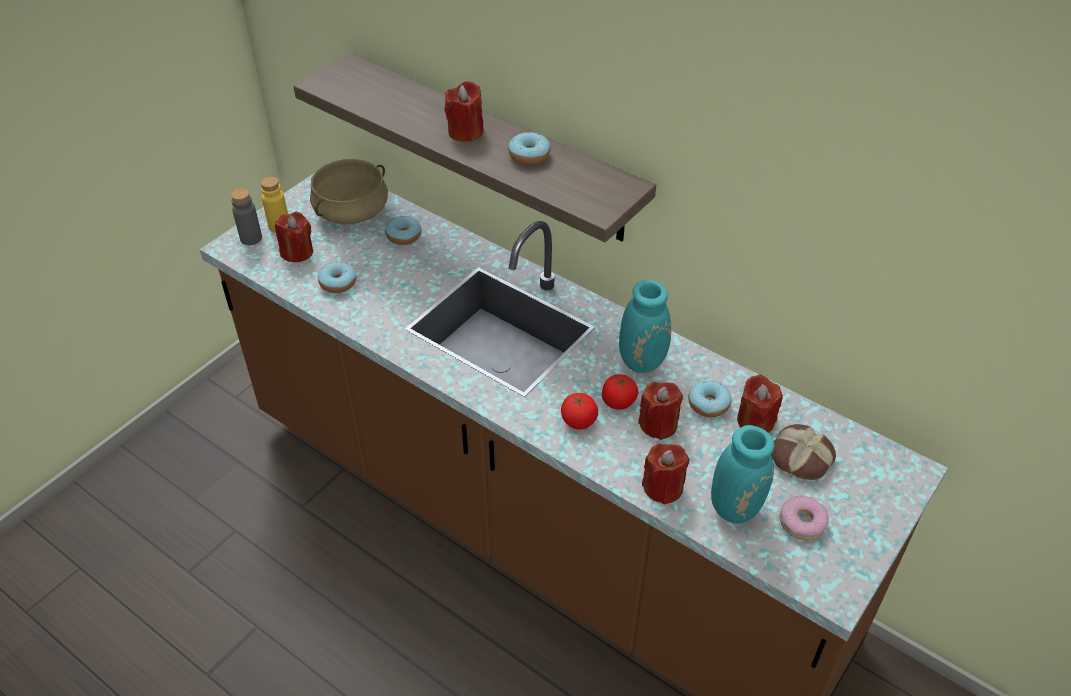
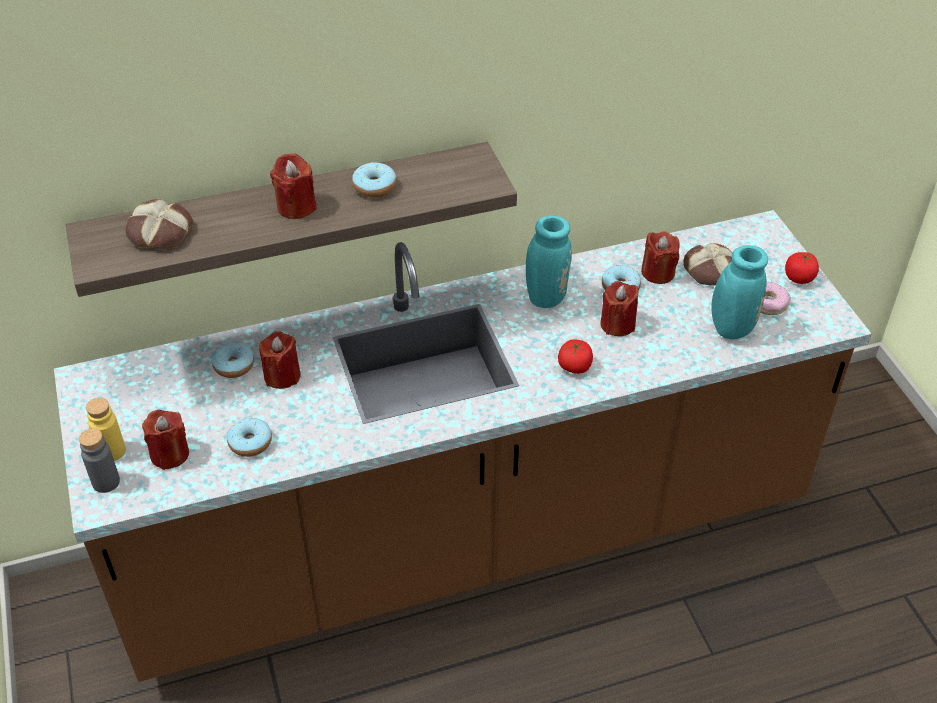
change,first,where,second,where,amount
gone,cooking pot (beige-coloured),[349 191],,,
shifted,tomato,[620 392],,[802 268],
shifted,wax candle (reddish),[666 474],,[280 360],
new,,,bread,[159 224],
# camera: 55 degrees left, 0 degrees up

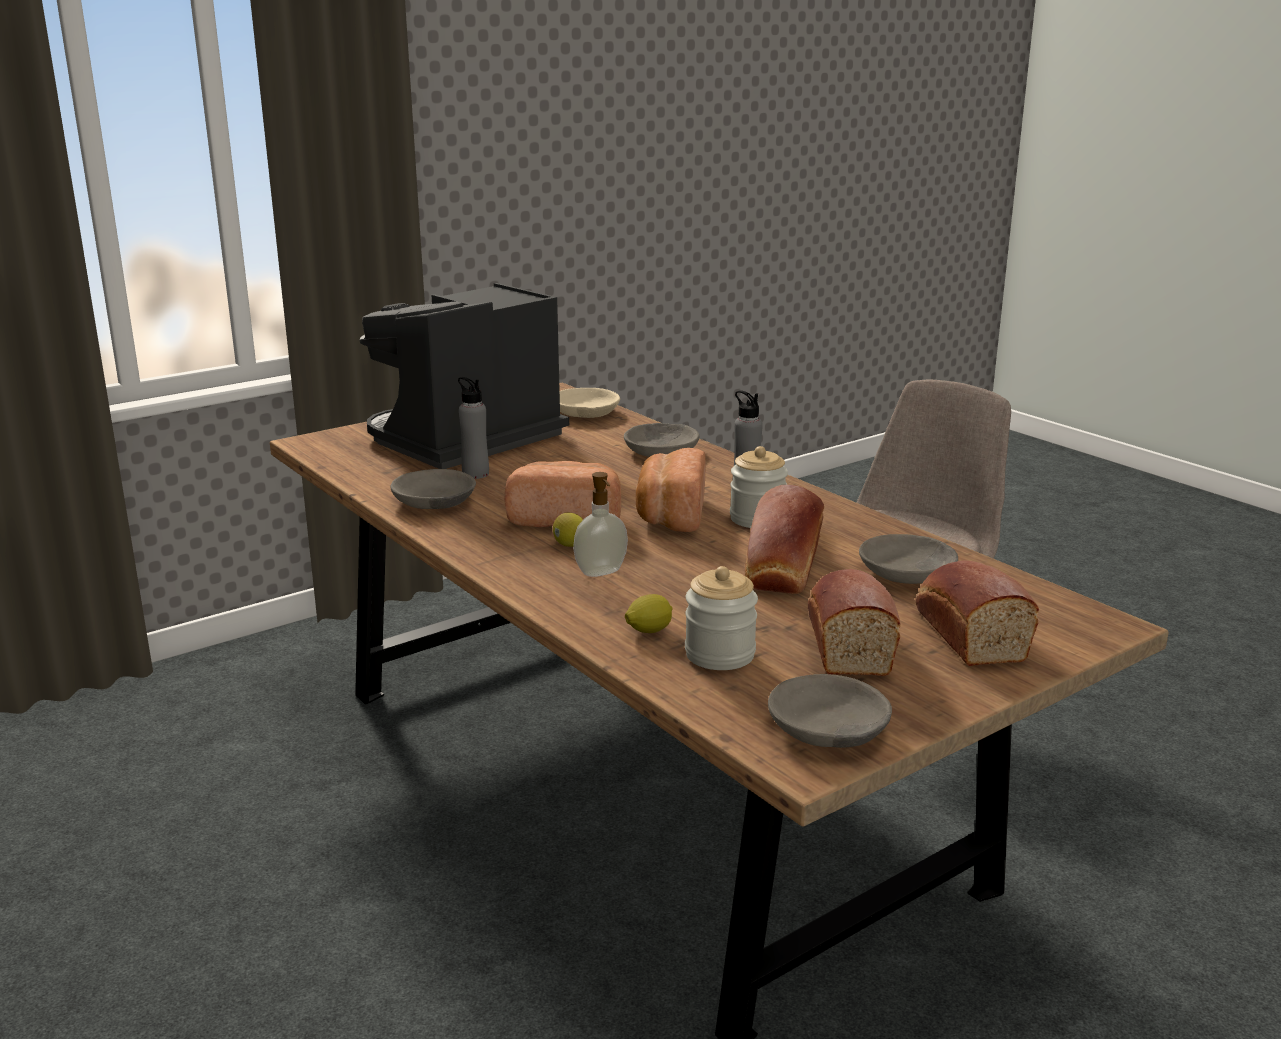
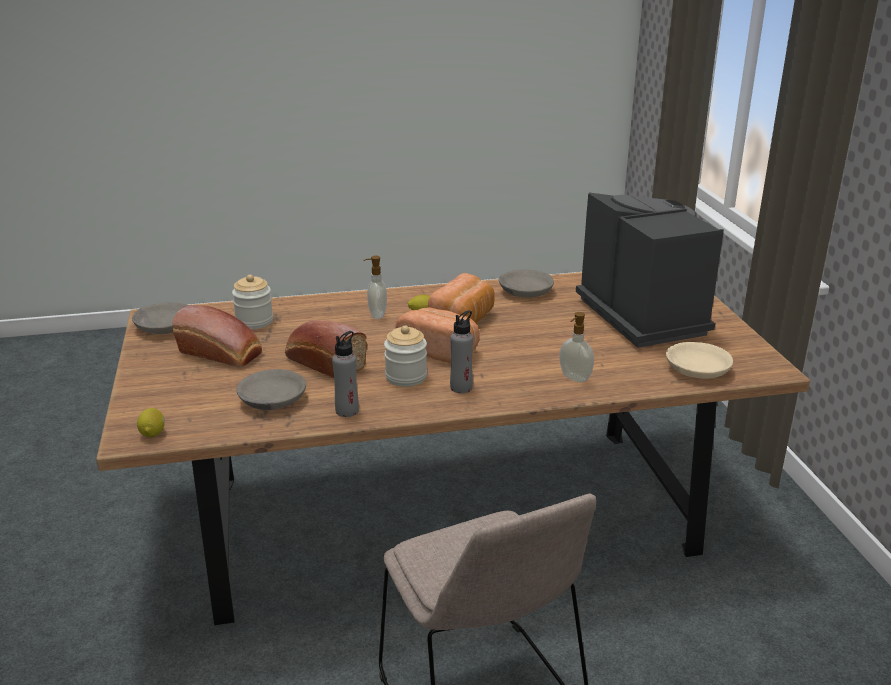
change,first,where,second,where,amount
shifted,beverage bottle (grey),[473 428],,[345 374],
swapped,bowl (grey),[661 440],soap bottle,[576 347],
gone,bread,[977 613],,,
shifted,citrus fruit,[648 613],,[151 422],
# camera: 115 degrees right, 5 degrees up

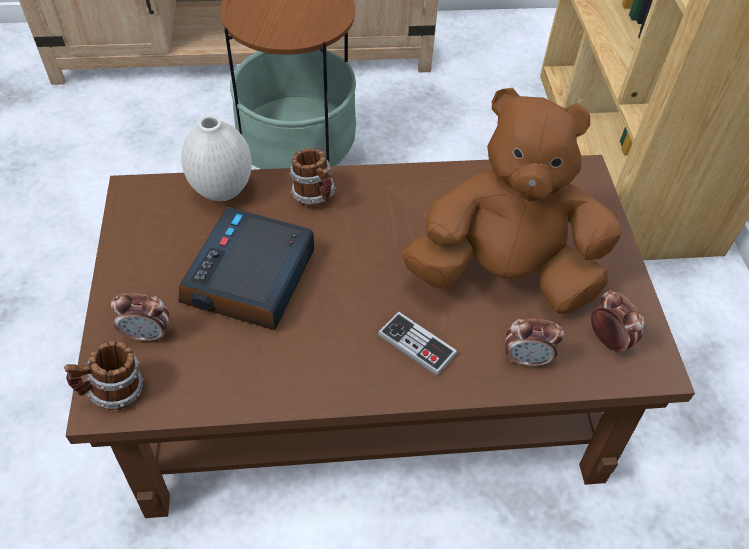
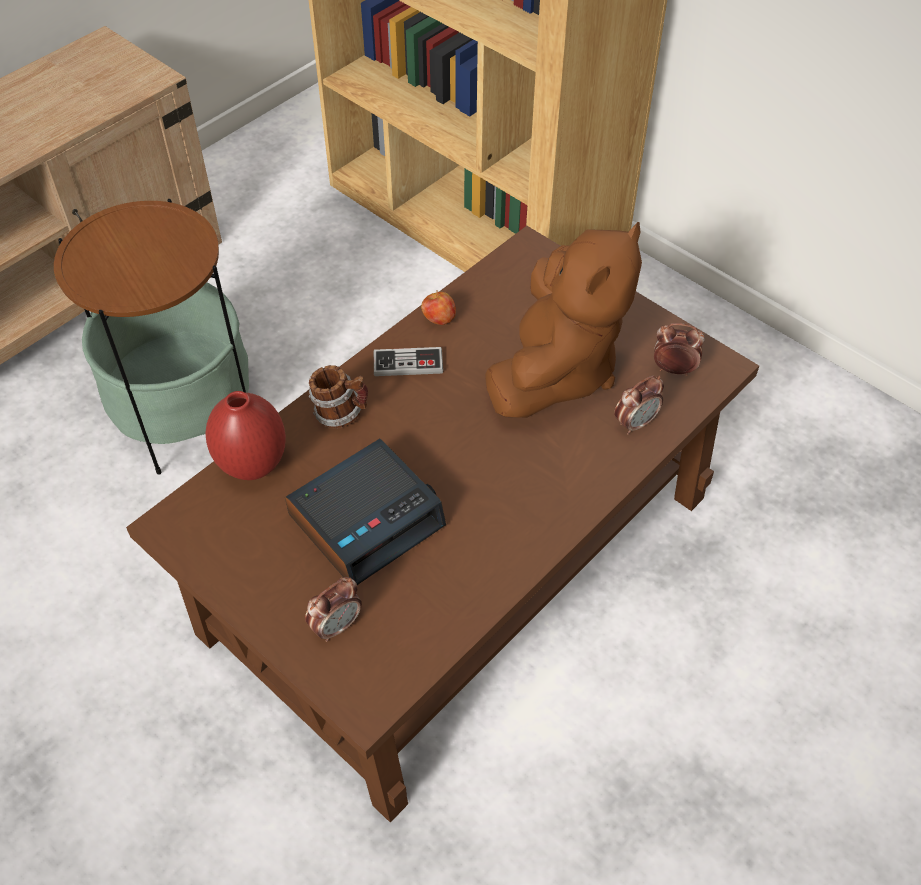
change,first,where,second,where,amount
rotated,cuddly toy (brown-coloured),[511 201],,[563 320],150 degrees clockwise
repainted,vase (white-coloured),[216 158],vase (reddish),[245 435],
rotated,alarm clock,[246 268],,[365 512],105 degrees counterclockwise
shifted,gamepad,[417 343],,[408 361],
gone,coffee mug,[104 375],,,
new,,,whole apple,[438 307],
# camera: 40 degrees left, 0 degrees up

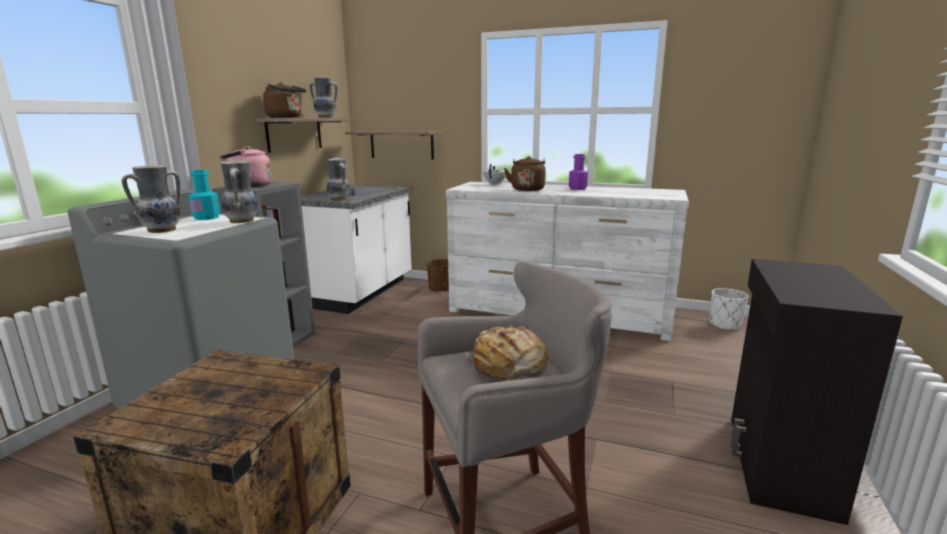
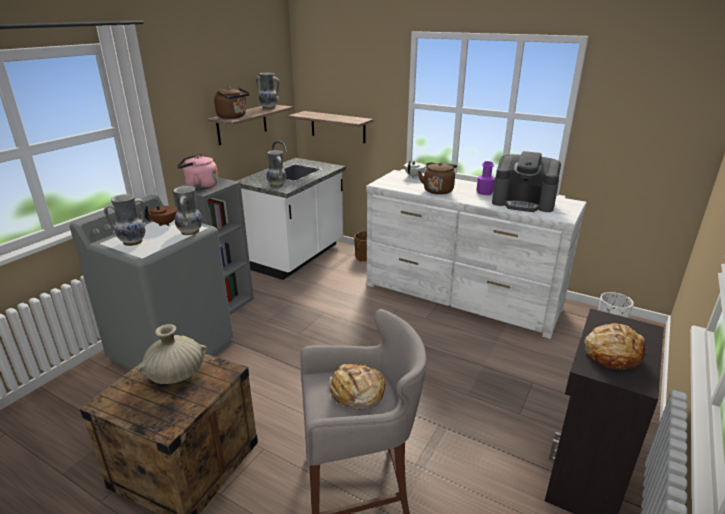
change,first,where,second,where,amount
swapped,beverage bottle (blue-green),[204 195],teapot (brown-coloured),[161 215],
new,,,coffee maker,[526 181],
new,,,bread,[614 346],
new,,,vase (beige-coloured),[172 354],
# camera: 10 degrees right, 10 degrees up

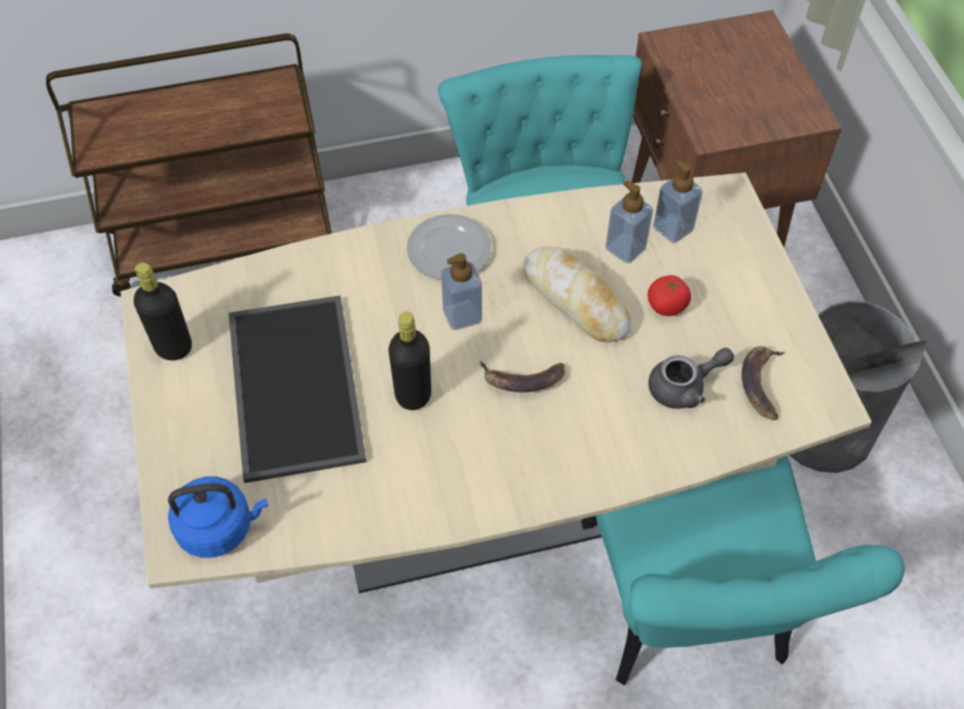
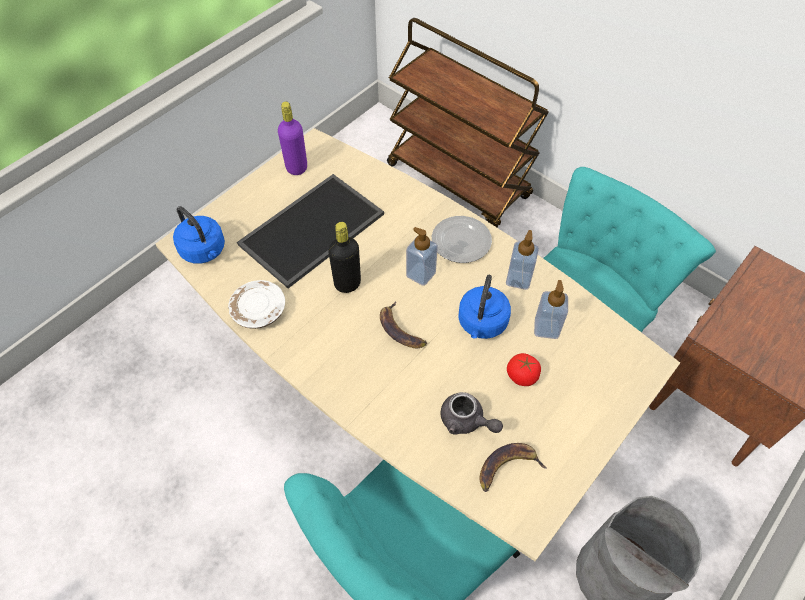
change,first,where,second,where,amount
shifted,soap bottle,[678 201],,[522 260],
swapped,bread,[577 294],tea kettle (blue-coloured),[484 307],
repainted,beverage bottle (black-coloured),[163 311],beverage bottle (purple-coloured),[292 138],
new,,,plate (white-coloured),[256 304],
# camera: 55 degrees right, 0 degrees up

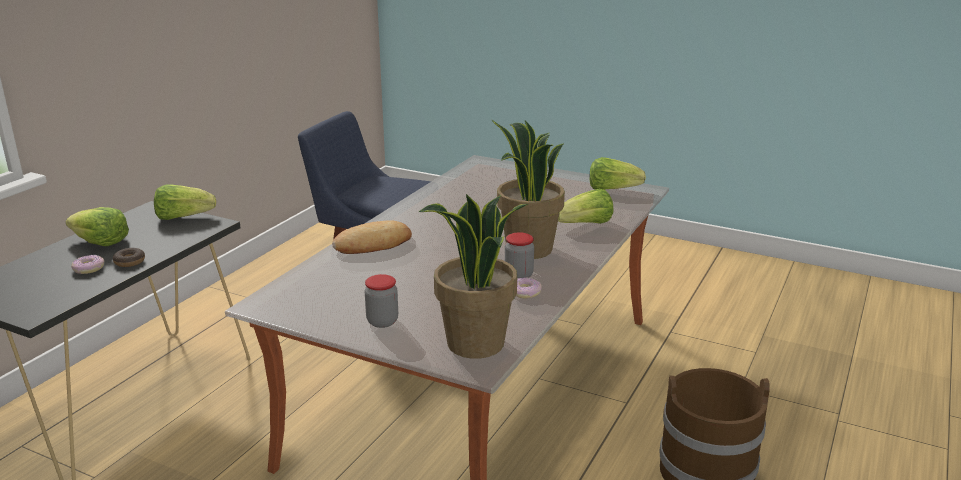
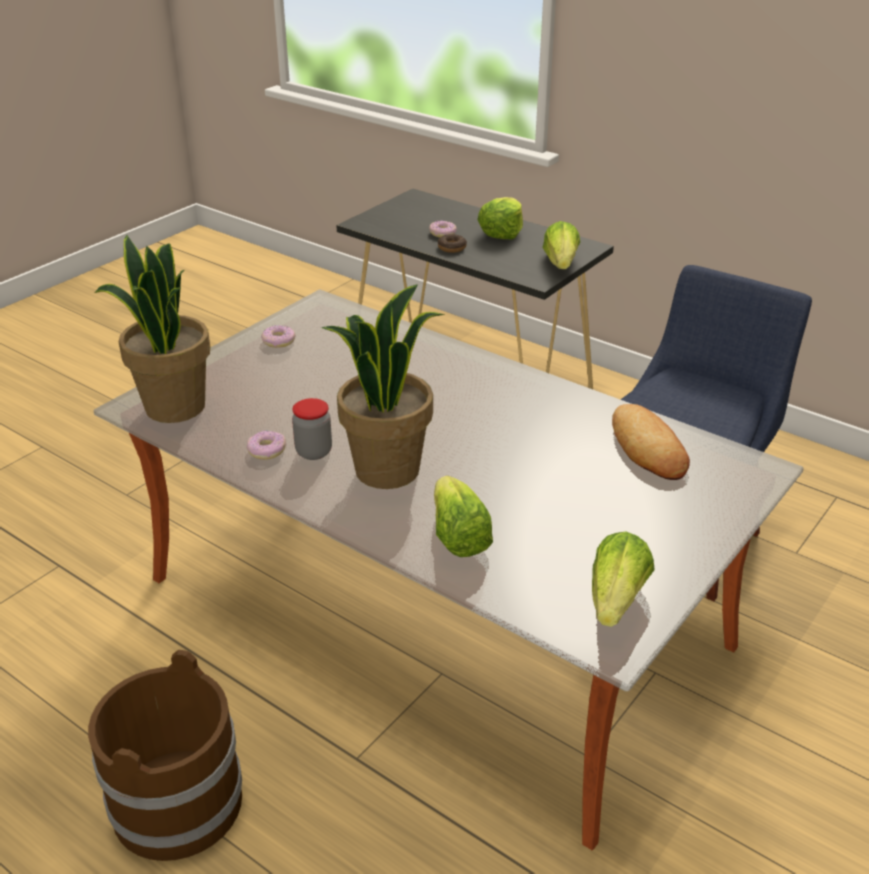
change,first,where,second,where,amount
shifted,bread,[372 237],,[651 442],
gone,jar,[381 301],,,
new,,,donut,[278 336],
# camera: 100 degrees right, 10 degrees up

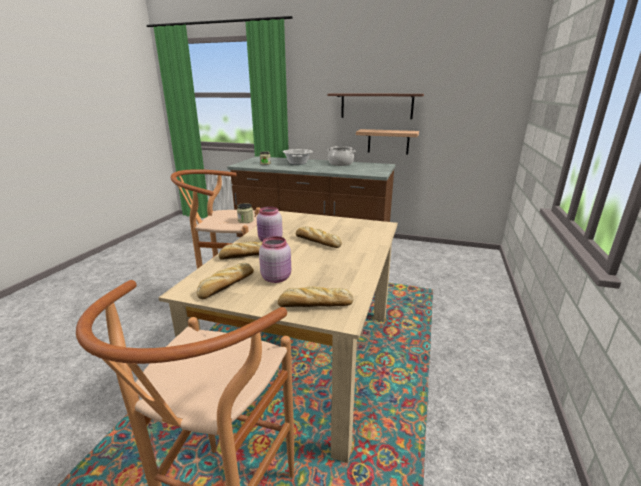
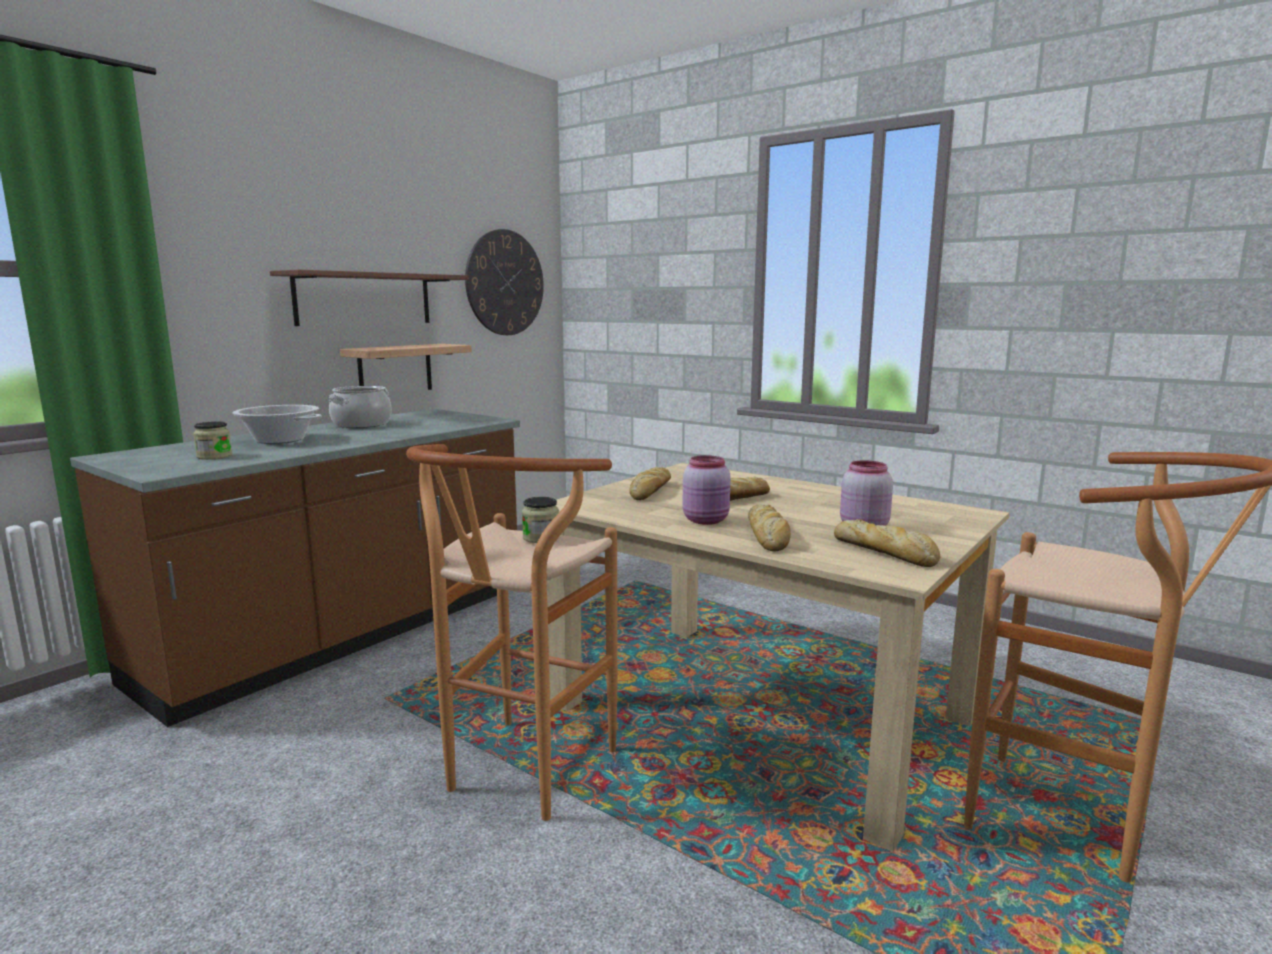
change,first,where,second,where,amount
shifted,bread,[315 296],,[650 483],
new,,,hanging clock,[504 282],
# camera: 70 degrees left, 10 degrees down

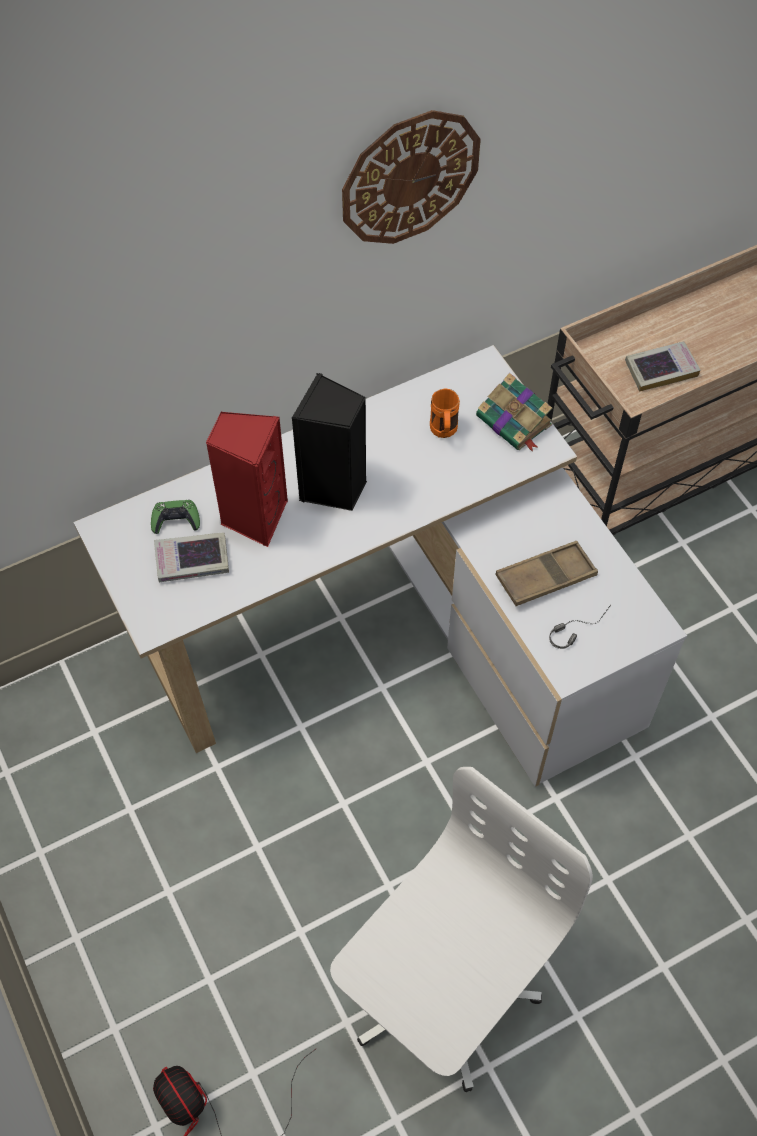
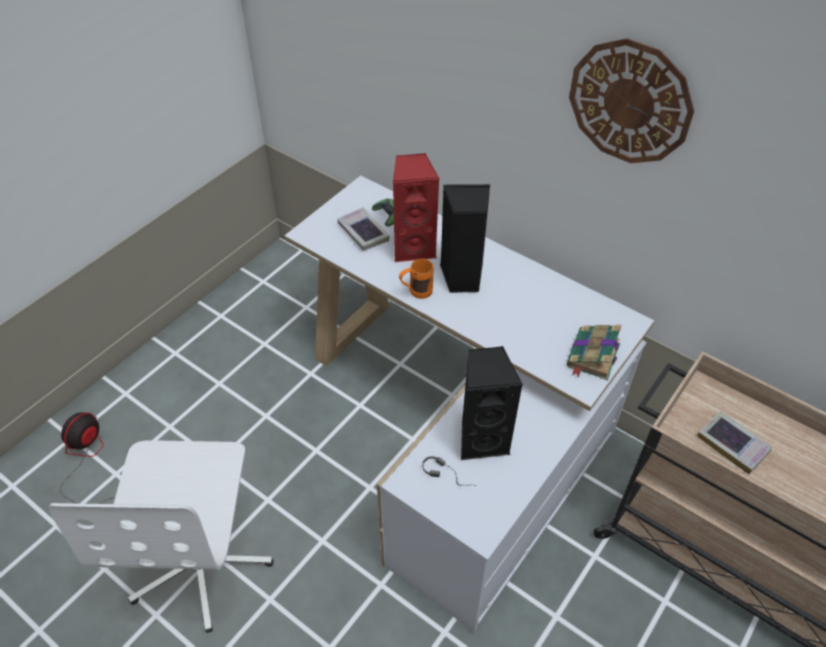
change,first,where,second,where,amount
shifted,coffee mug (orange),[445 413],,[416 279],
swapped,carrying tray (brown-coloured),[546 573],audio speaker (black-coloured),[492 403],
rotated,desk chair (white-coloured),[461 929],,[161 536],75 degrees clockwise
# camera: 65 degrees right, 10 degrees down

